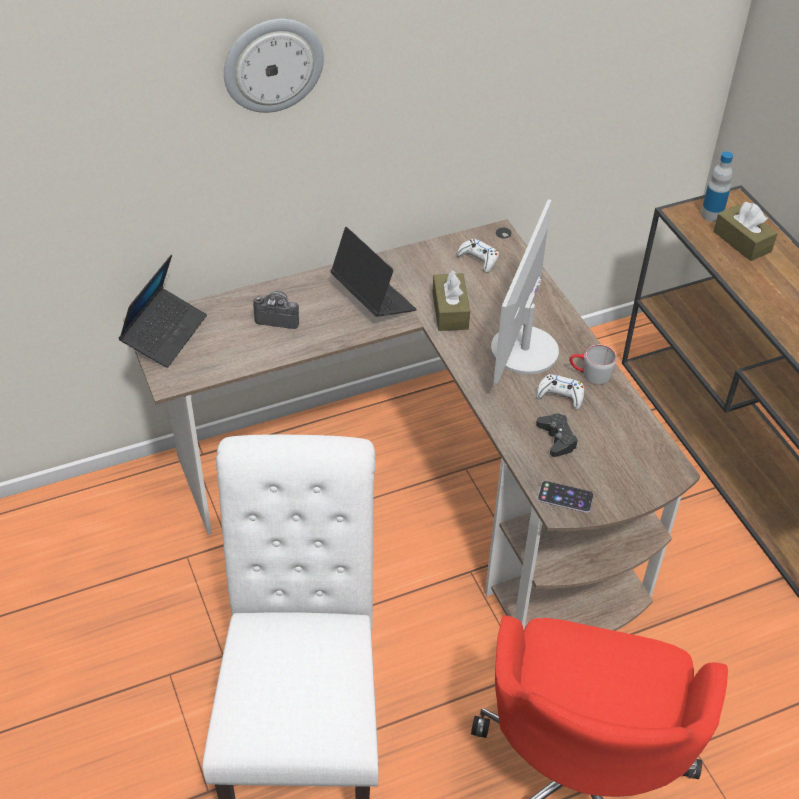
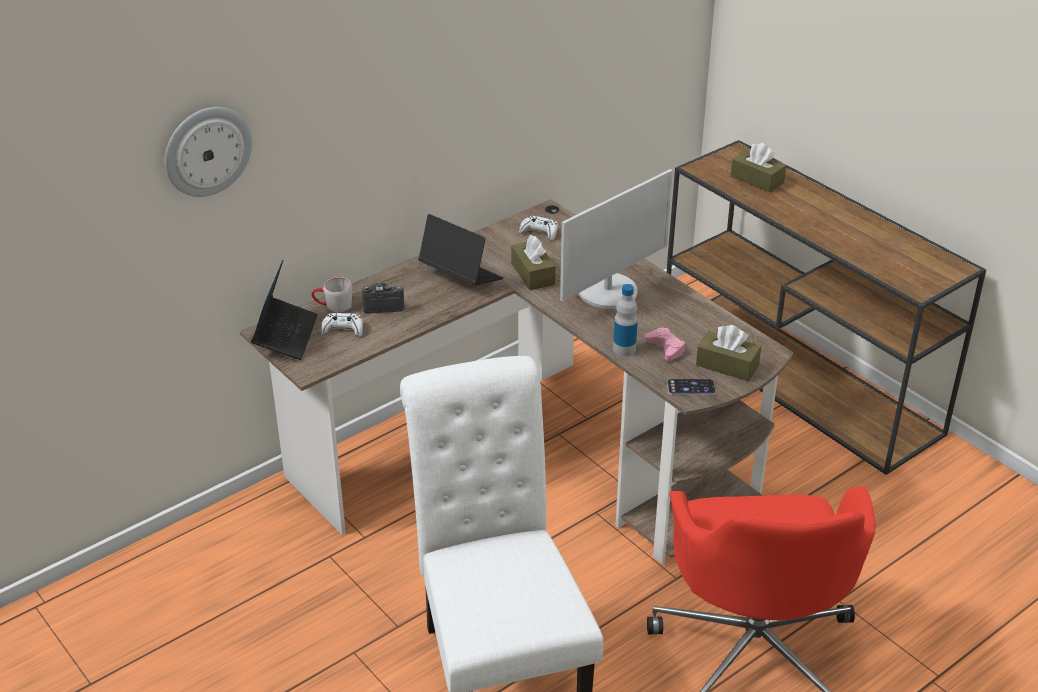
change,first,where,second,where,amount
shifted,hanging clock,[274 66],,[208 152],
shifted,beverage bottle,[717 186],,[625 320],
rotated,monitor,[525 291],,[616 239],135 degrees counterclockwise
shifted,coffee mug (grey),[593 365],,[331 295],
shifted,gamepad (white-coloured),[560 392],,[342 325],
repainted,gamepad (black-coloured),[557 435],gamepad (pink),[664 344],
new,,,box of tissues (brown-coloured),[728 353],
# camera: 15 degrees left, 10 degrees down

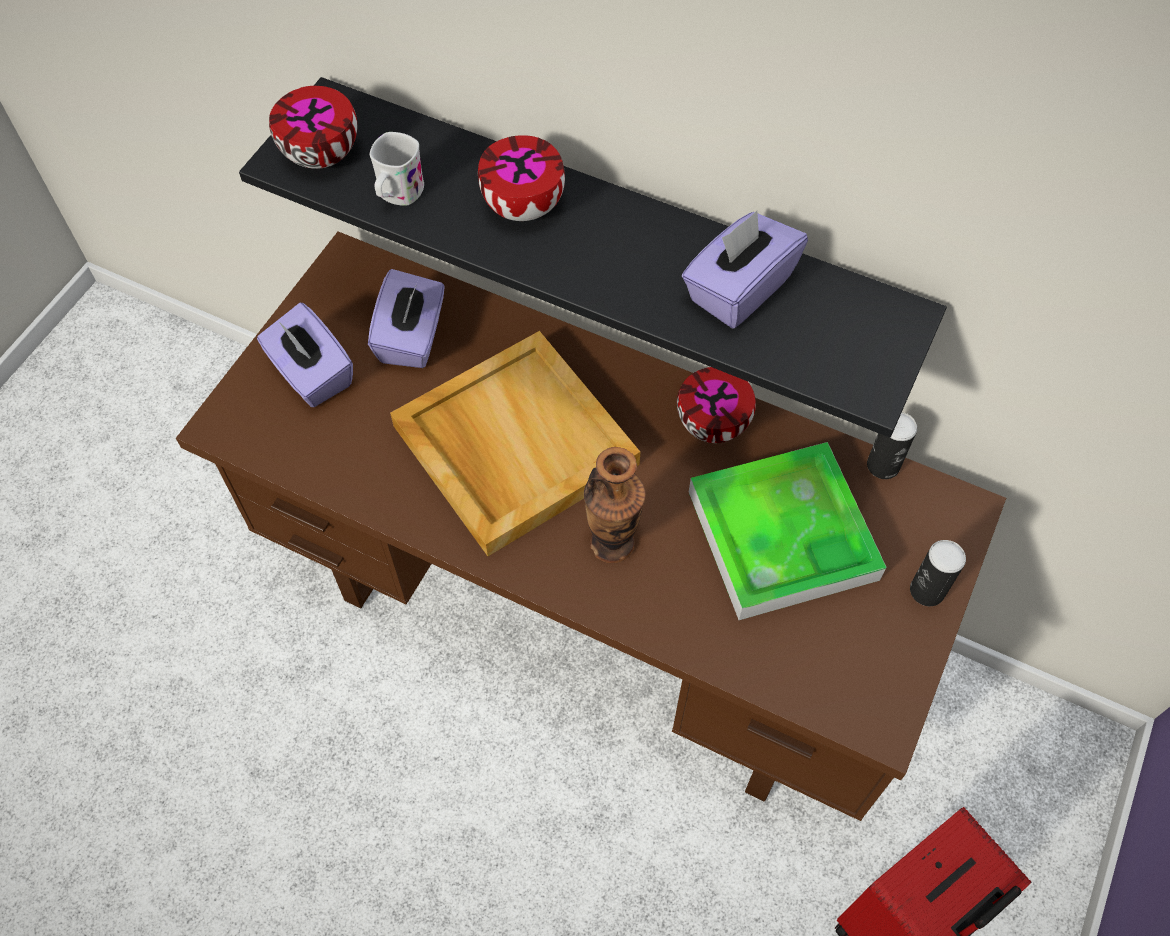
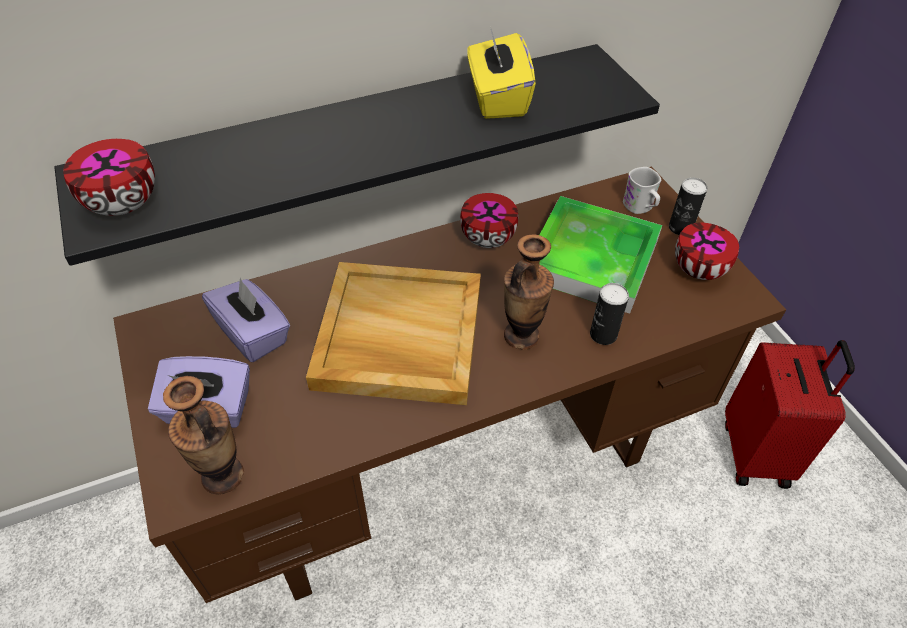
change,first,where,second,where,amount
shifted,coffee mug (white-coloured),[397 169],,[642 190],
shifted,bowl,[521 178],,[707 251],
repainted,box of tissues (purple-coloured),[745 269],box of tissues (yellow-coloured),[501 72],
shifted,can,[892 445],,[609 314],
new,,,vase,[203 435],
# camera: 50 degrees left, 10 degrees down

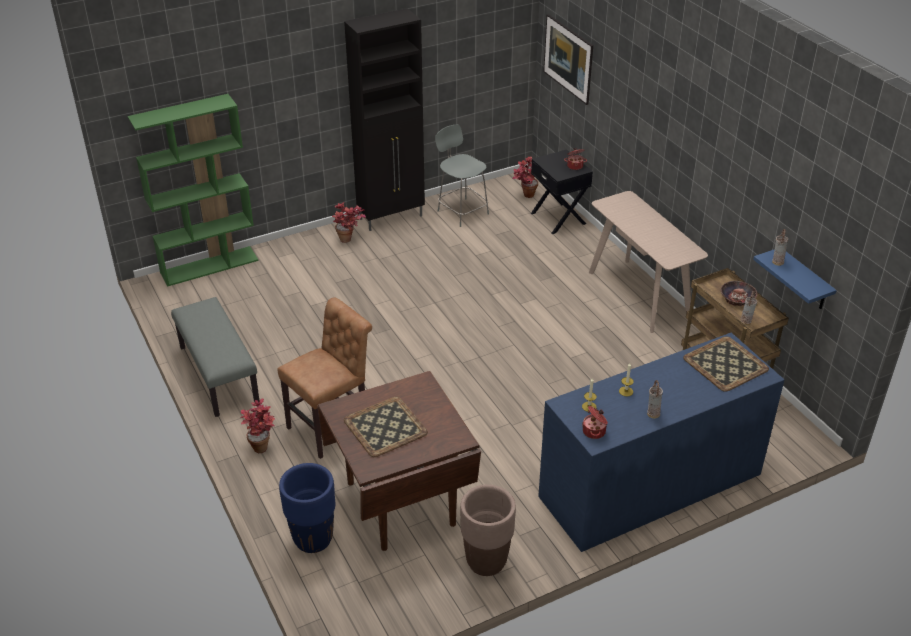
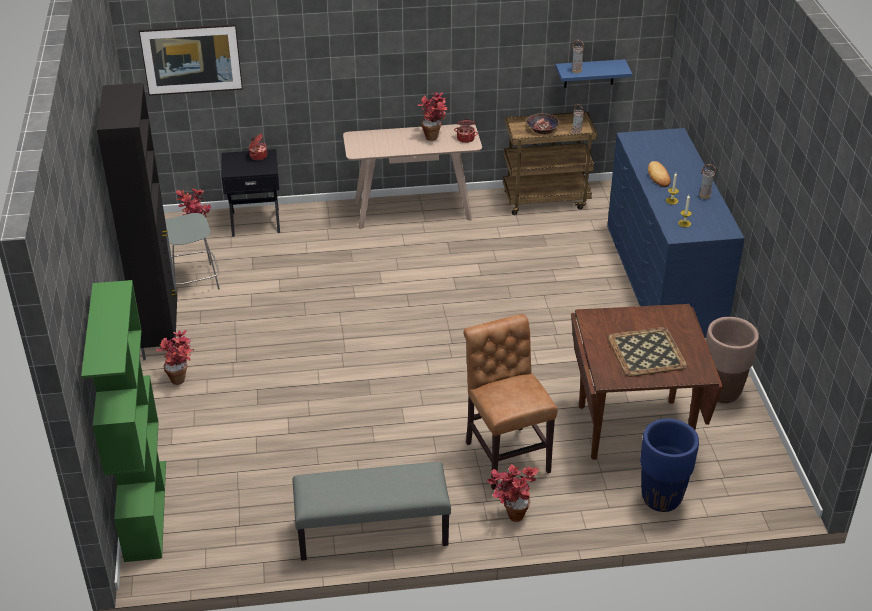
change,first,where,second,where,amount
gone,carrying tray,[726 364],,,
shifted,cooking pot,[595 422],,[466 130],
new,,,houseplant,[433 116],
new,,,bread,[659 174],
# camera: 70 degrees left, 0 degrees up

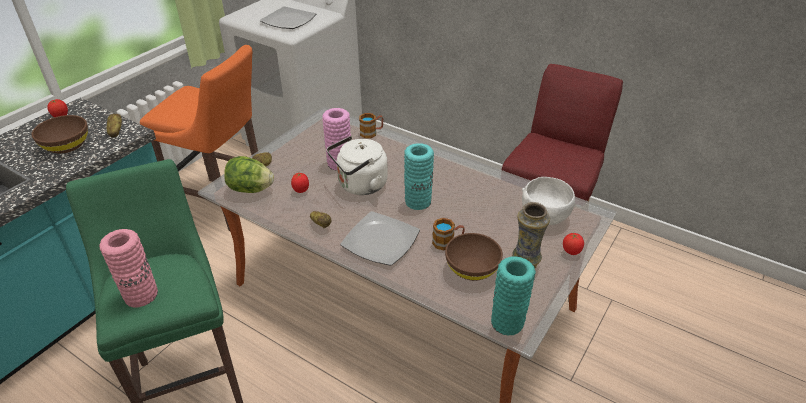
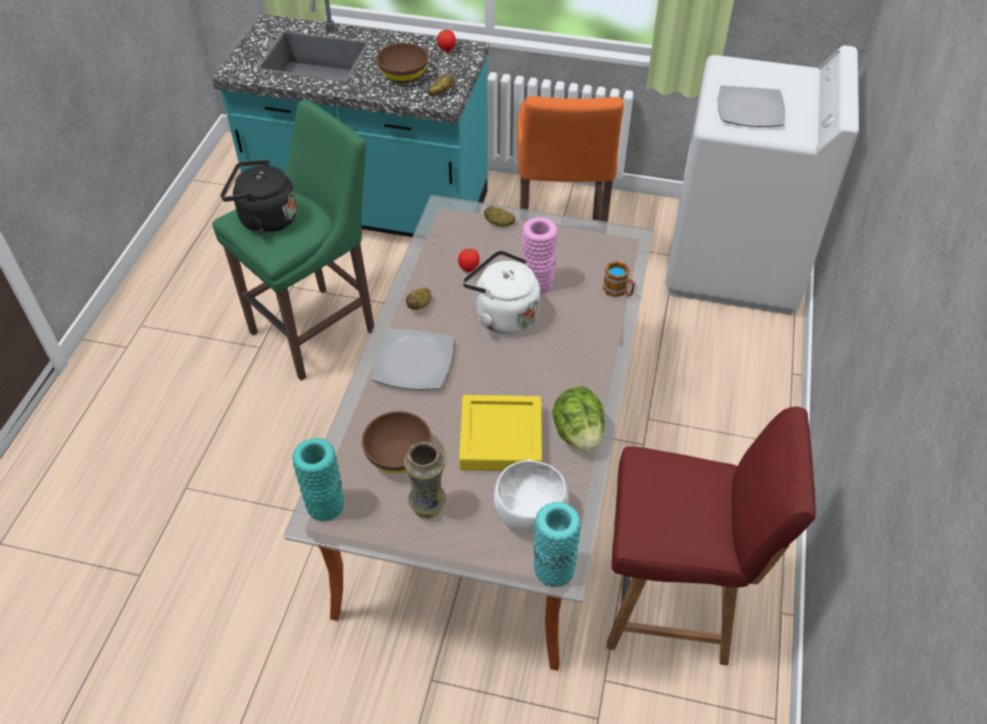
change,first,where,second,where,amount
shifted,vase (blue-green),[419 176],,[557 544],
shifted,lettuce,[249 174],,[578 419],
gone,coffee mug,[448 234],,,
swapped,vase (pink),[128 268],tea kettle (black-coloured),[259 197],
gone,tomato,[573 244],,,
new,,,carrying tray (yellow-coloured),[500 433],
# camera: 70 degrees right, 10 degrees up

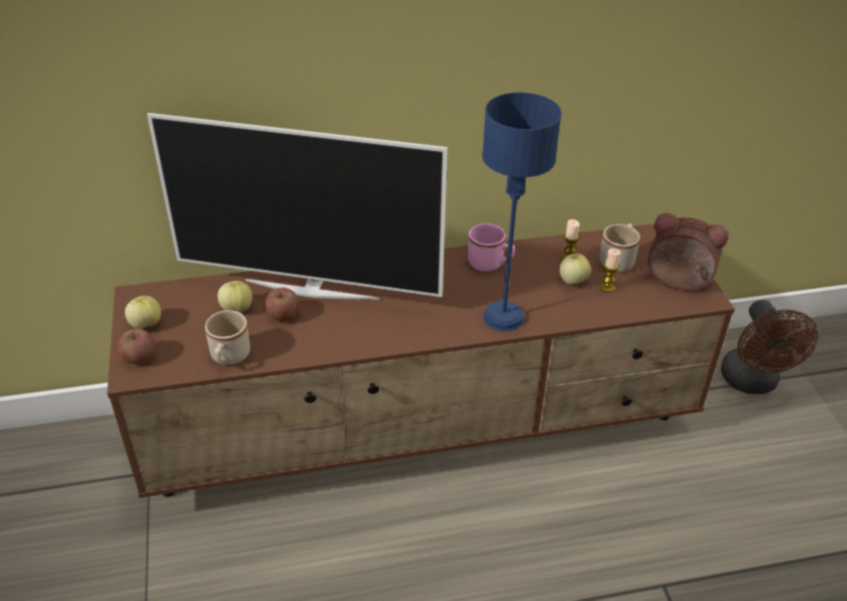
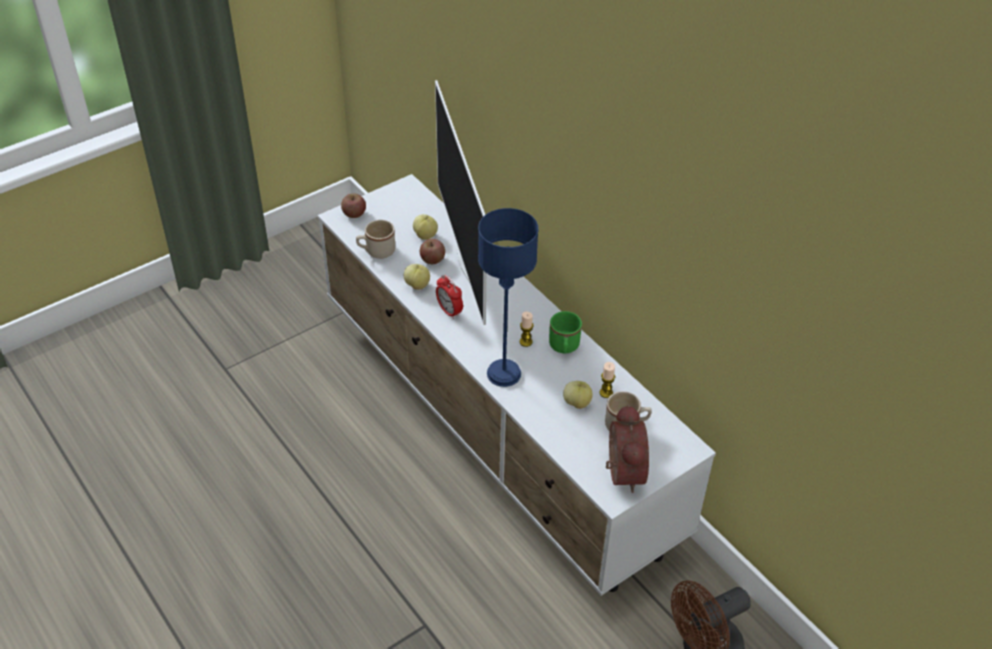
change,first,where,second,where,amount
repainted,coffee mug (pink),[491 247],coffee mug (greenish),[565 332],
repainted,tv unit (brown-coloured),[421 361],tv unit (white-coloured),[517 385],
shifted,wax candle,[610 270],,[527 329],
shifted,whole apple,[143 312],,[417 277],
new,,,alarm clock,[449 297],
# camera: 65 degrees right, 5 degrees up

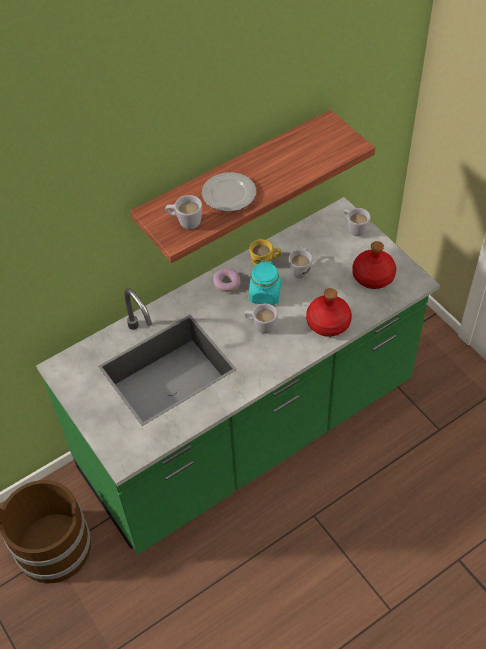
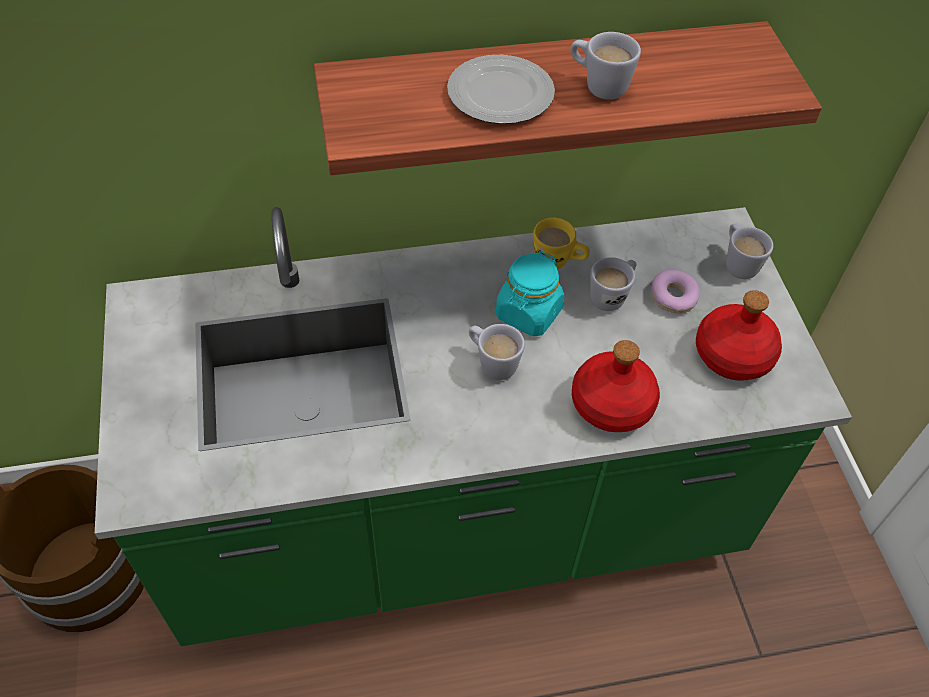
change,first,where,second,where,amount
shifted,coffee mug (white-coloured),[183 212],,[605 66],
shifted,donut,[226 280],,[675 291],
# camera: 20 degrees right, 0 degrees up

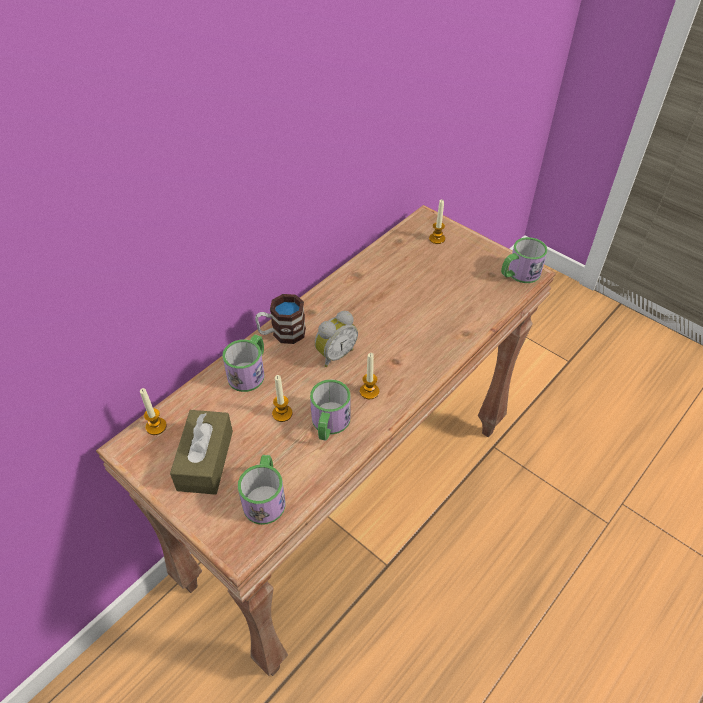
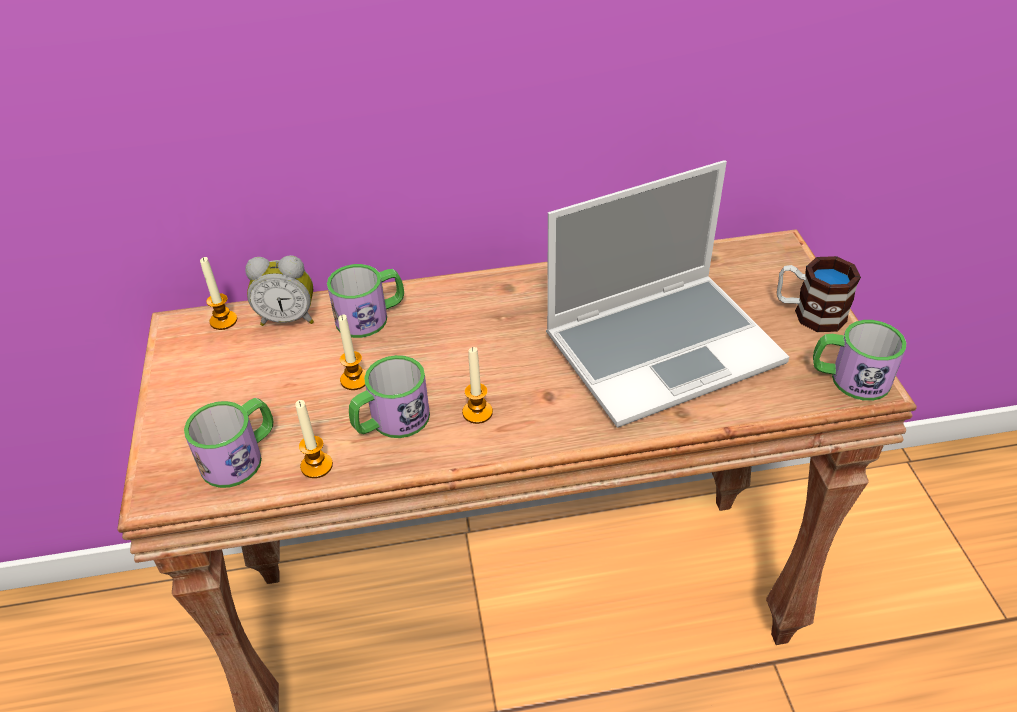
change,first,where,second,where,amount
shifted,wax candle,[437 222],,[314 439],
shifted,coffee mug,[280 319],,[819 294],
shifted,alarm clock,[336 339],,[279 290],
gone,box of tissues (brown-coloured),[201 452],,,
new,,,portable computer,[667 294],
# camera: 40 degrees right, 5 degrees down

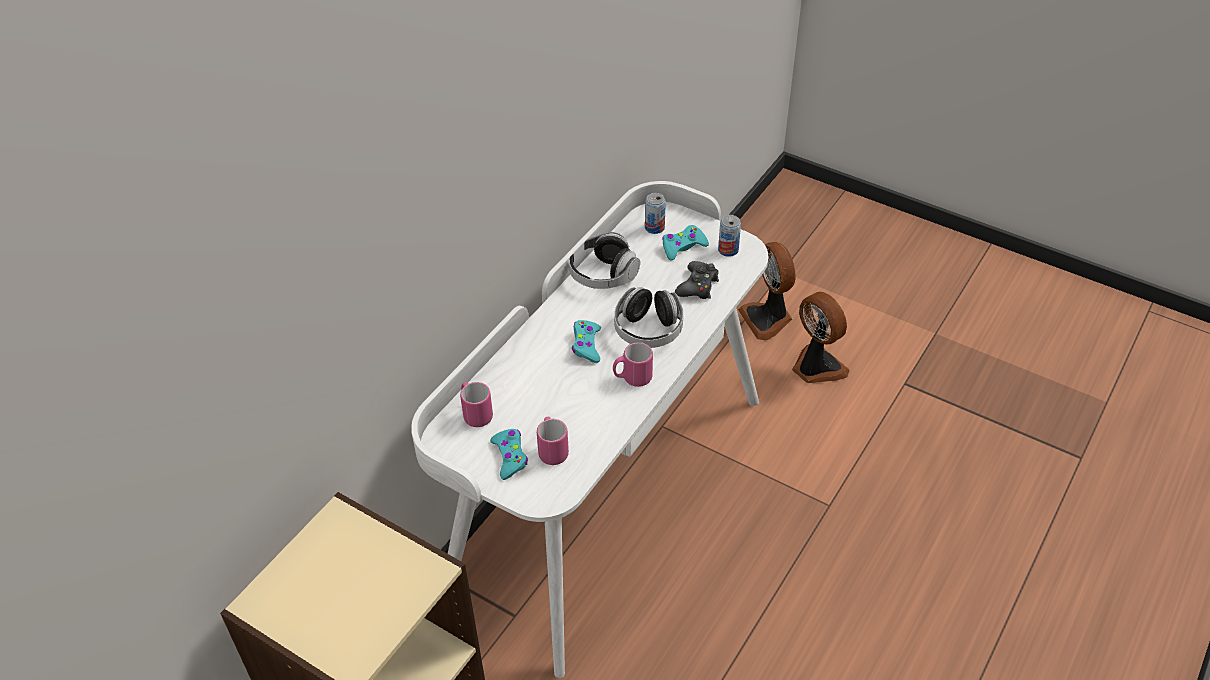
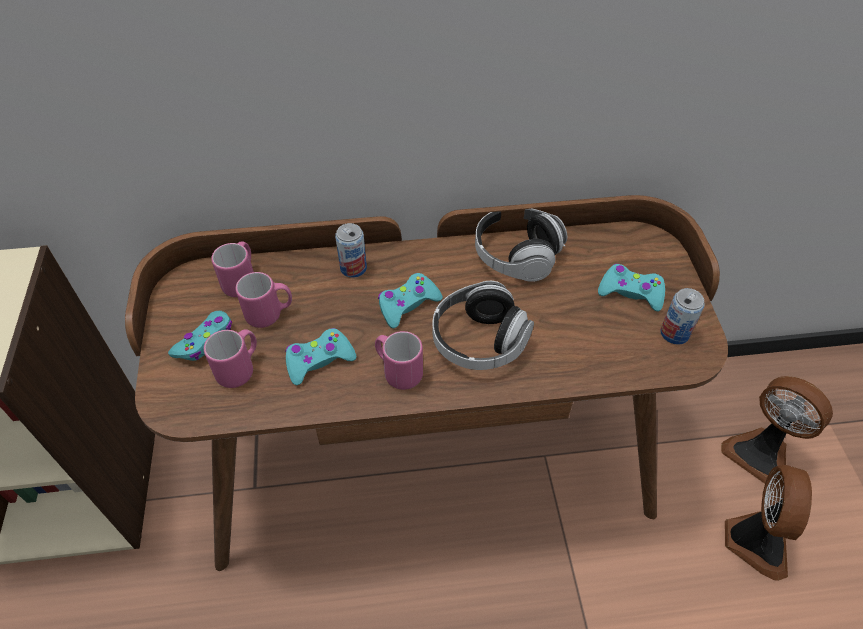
change,first,where,second,where,amount
repainted,desk table (white-coloured),[589 429],desk table (brown-coloured),[426 383],
shifted,can,[655 213],,[351 250],
rotated,fan,[767 291],,[777 430],75 degrees counterclockwise
gone,gamepad (black-coloured),[697 280],,,
new,,,coffee mug (pink),[264 300],
new,,,gamepad (blue-green),[321 356],
# camera: 50 degrees right, 5 degrees up

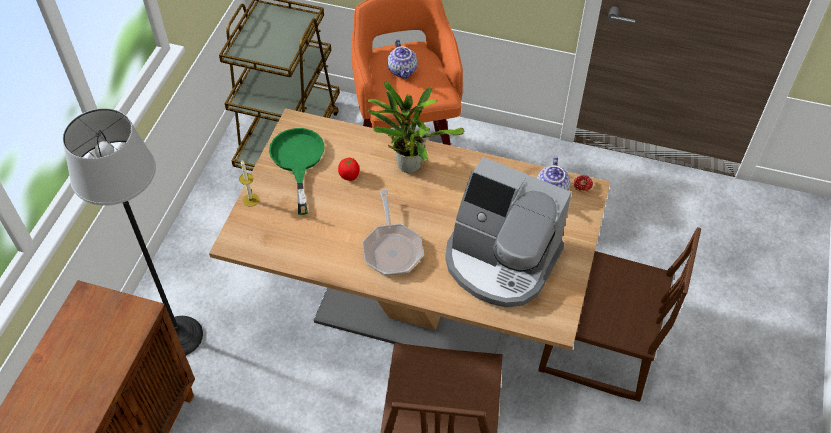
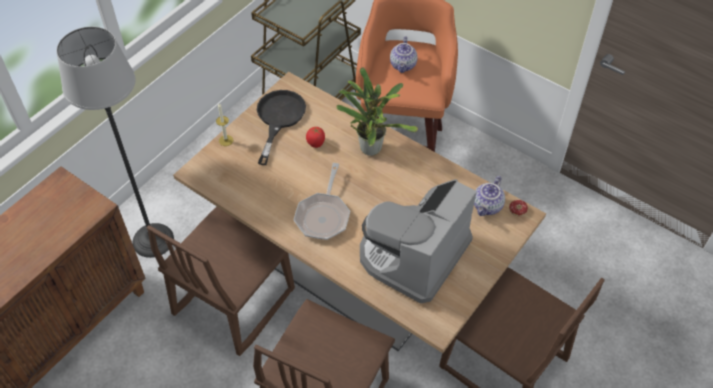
change,first,where,second,where,amount
repainted,frying pan (greenish),[297 171],frying pan (black-coloured),[281 127],
rotated,coffee maker,[508 232],,[418 241],75 degrees clockwise
new,,,chair (brown-coloured),[220 281],
# camera: 20 degrees right, 0 degrees up

